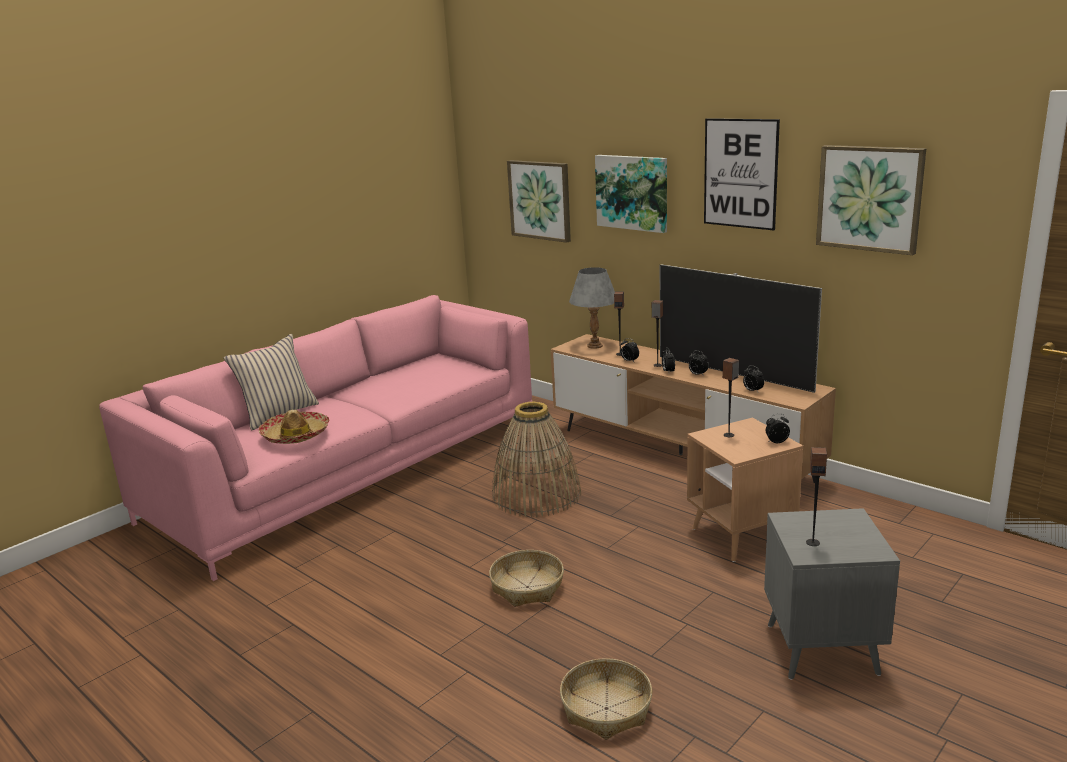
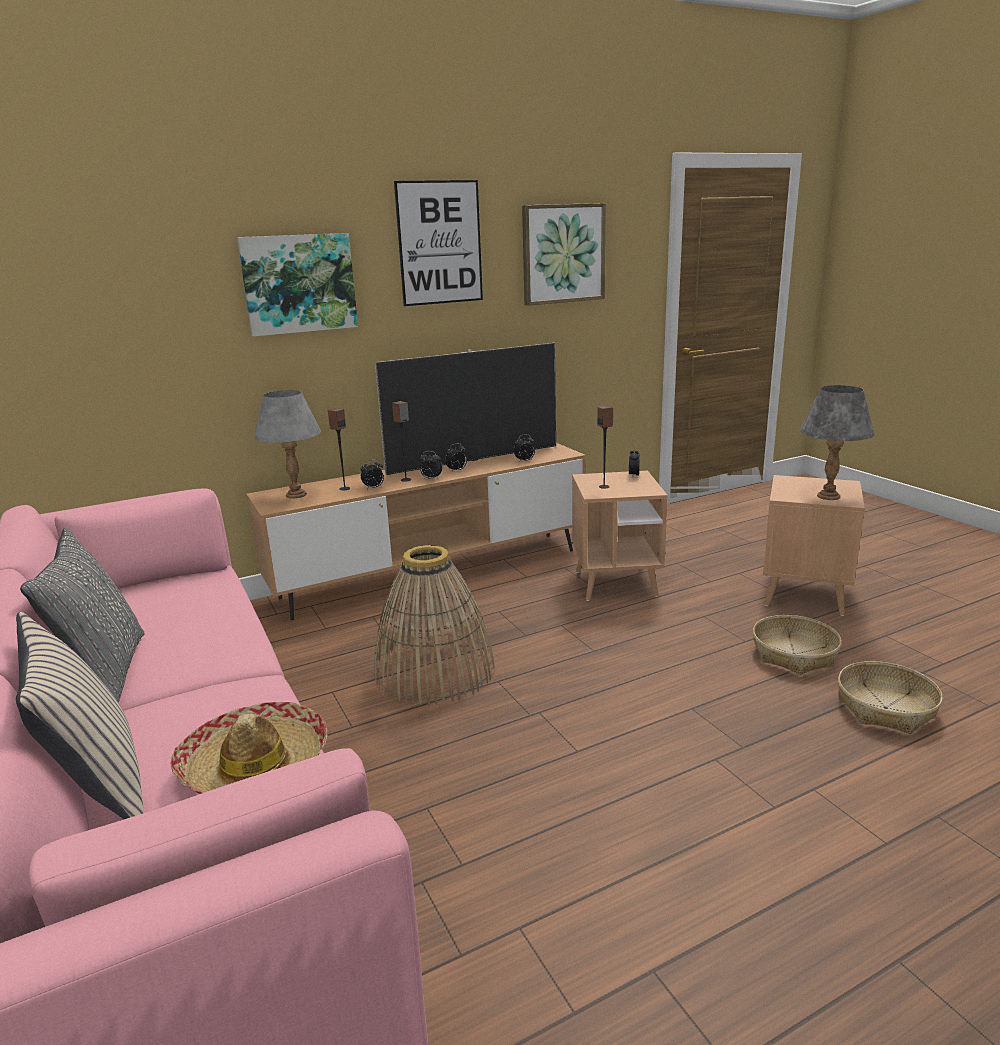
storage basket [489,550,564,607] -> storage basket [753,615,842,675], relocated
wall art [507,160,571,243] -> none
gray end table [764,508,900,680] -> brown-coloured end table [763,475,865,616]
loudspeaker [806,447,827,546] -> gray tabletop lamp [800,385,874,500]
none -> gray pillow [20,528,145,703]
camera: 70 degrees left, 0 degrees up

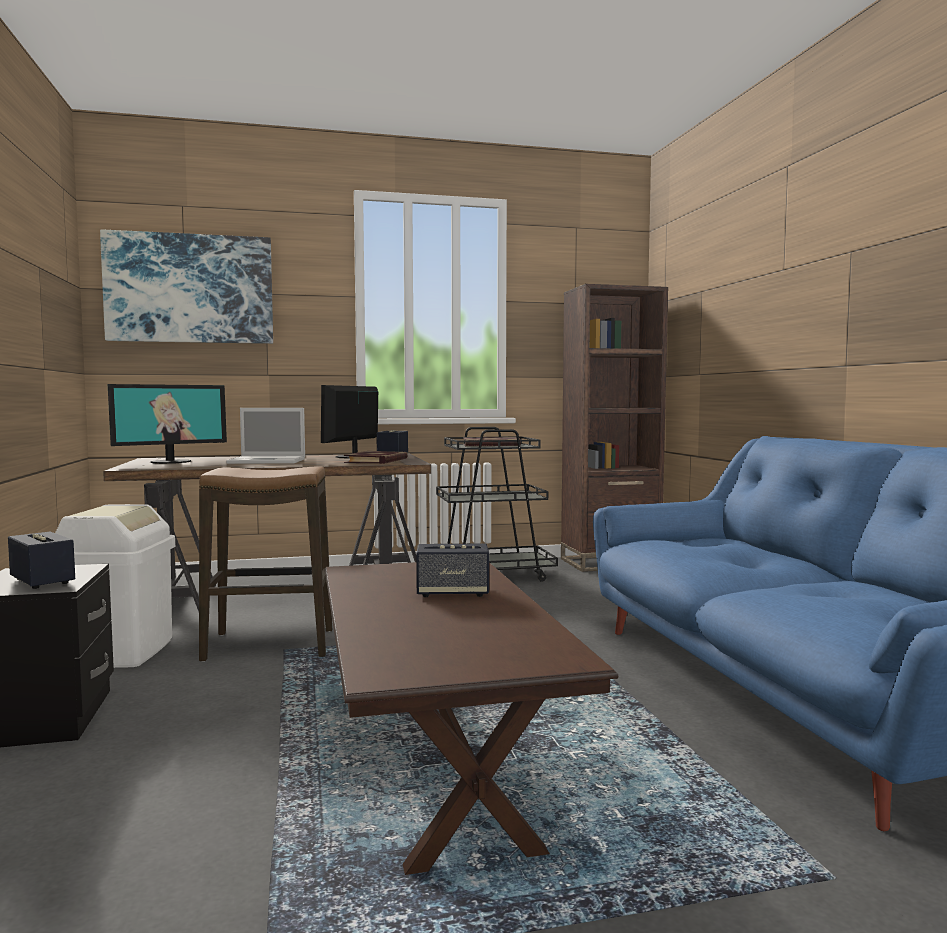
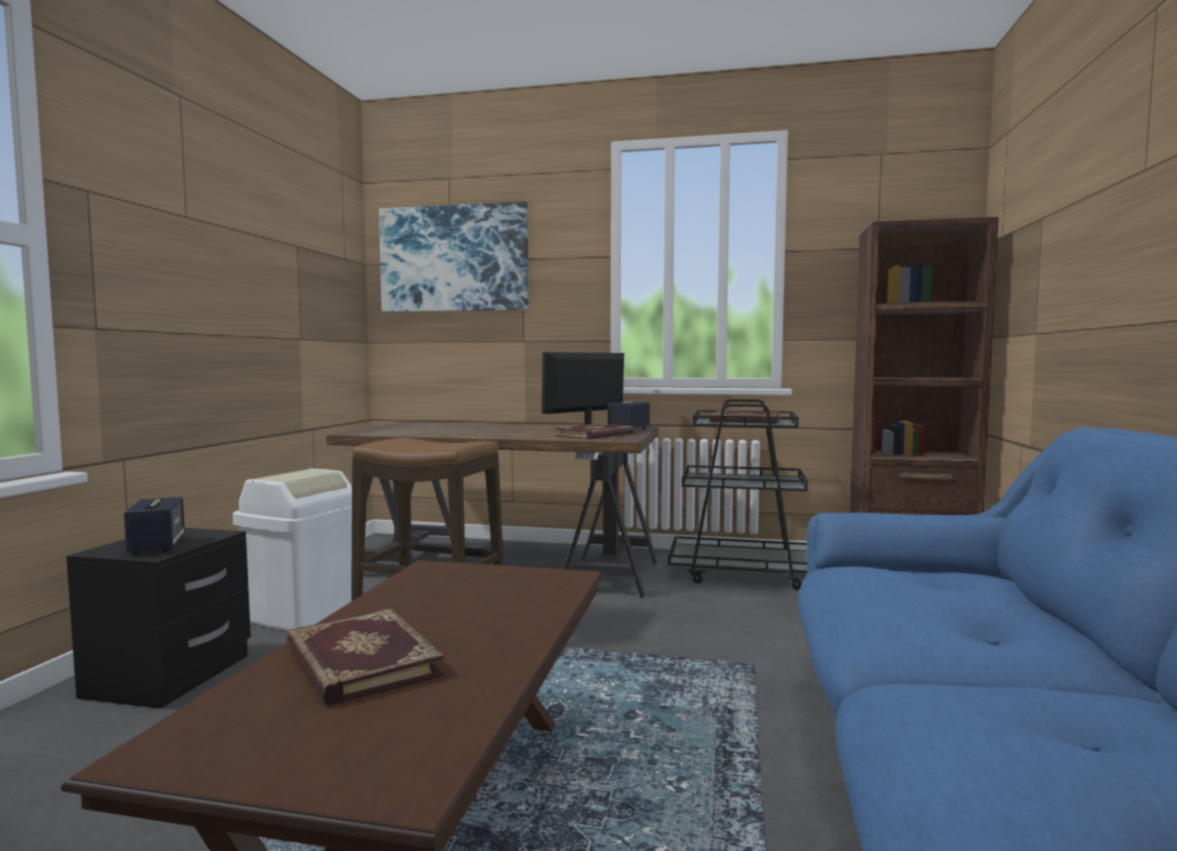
computer screen [108,384,227,464] -> none
notebook computer [226,408,305,464] -> none
loudspeaker [416,543,489,597] -> none
none -> bound book [286,608,444,706]
camera: 25 degrees right, 0 degrees up

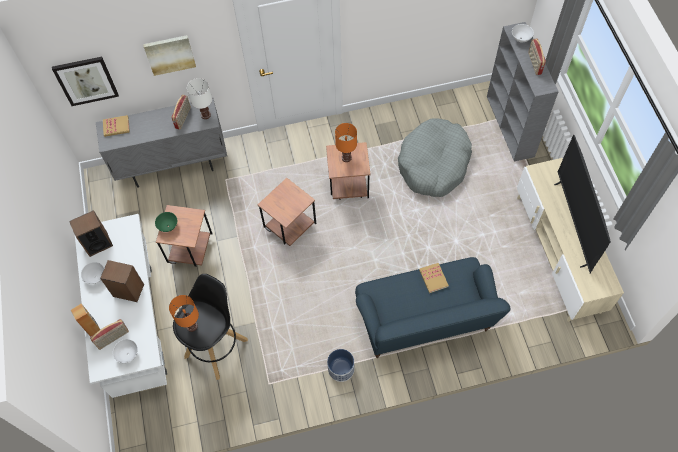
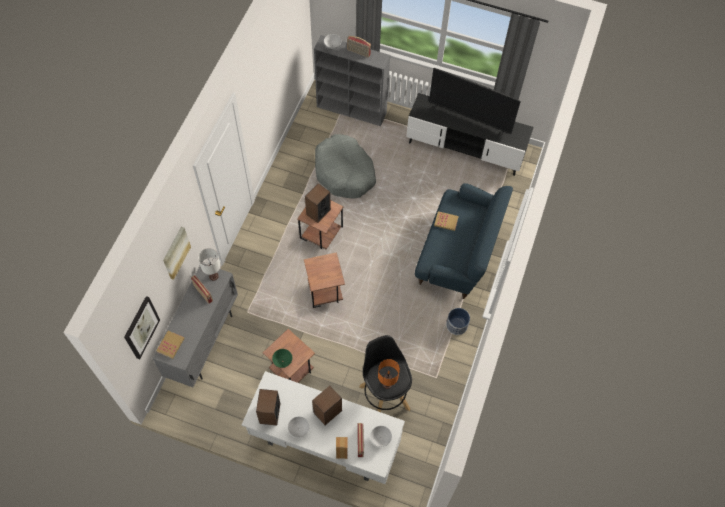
orange-coloured tabletop lamp [335,123,357,162] -> loudspeaker [305,183,331,223]
sand-coloured tv stand [517,158,624,322] -> black-coloured tv stand [406,93,534,176]
camera: 60 degrees left, 0 degrees up

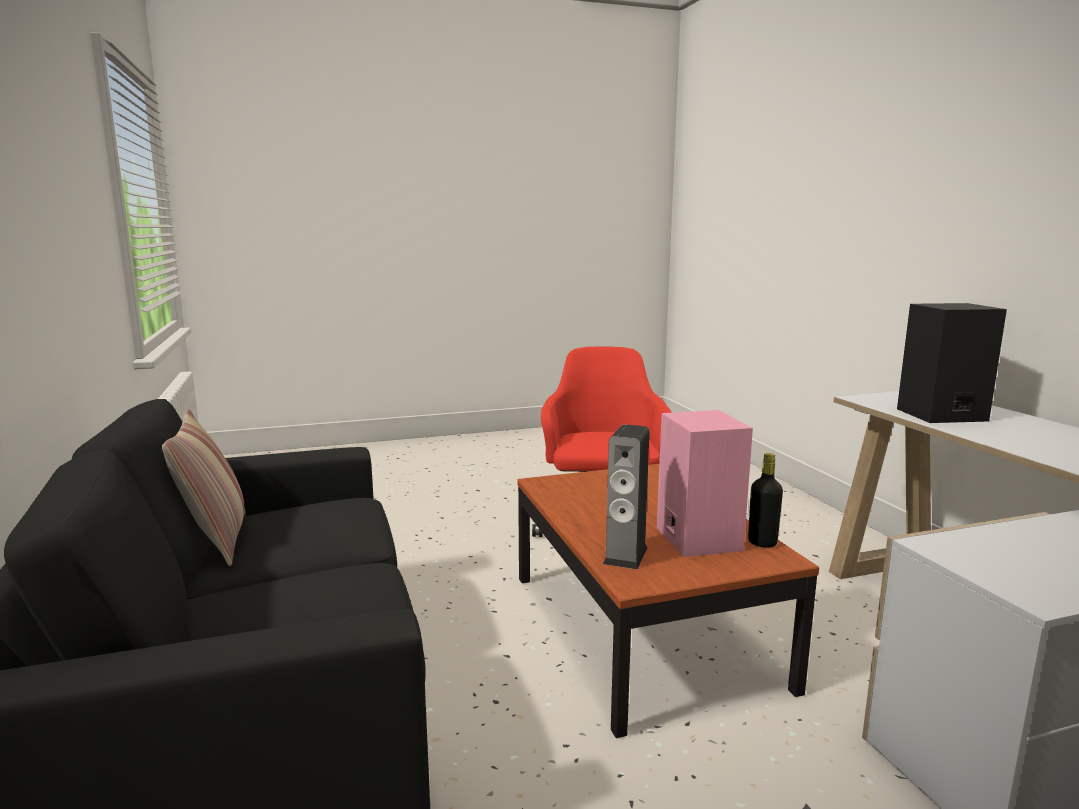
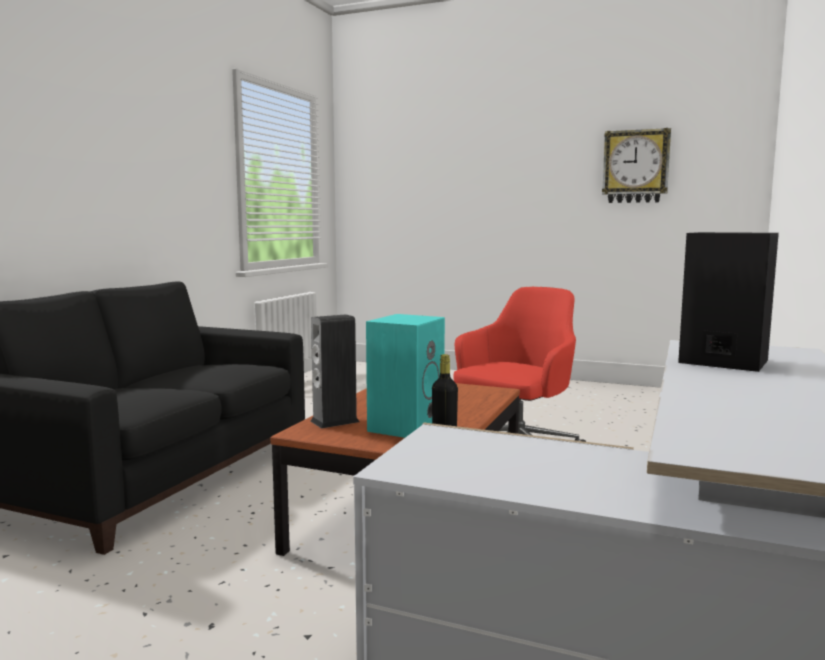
pillow [162,409,246,566] -> none
pink loudspeaker [657,410,753,557] -> blue-green loudspeaker [366,314,445,438]
none -> wall clock [602,128,671,203]
camera: 40 degrees right, 5 degrees down

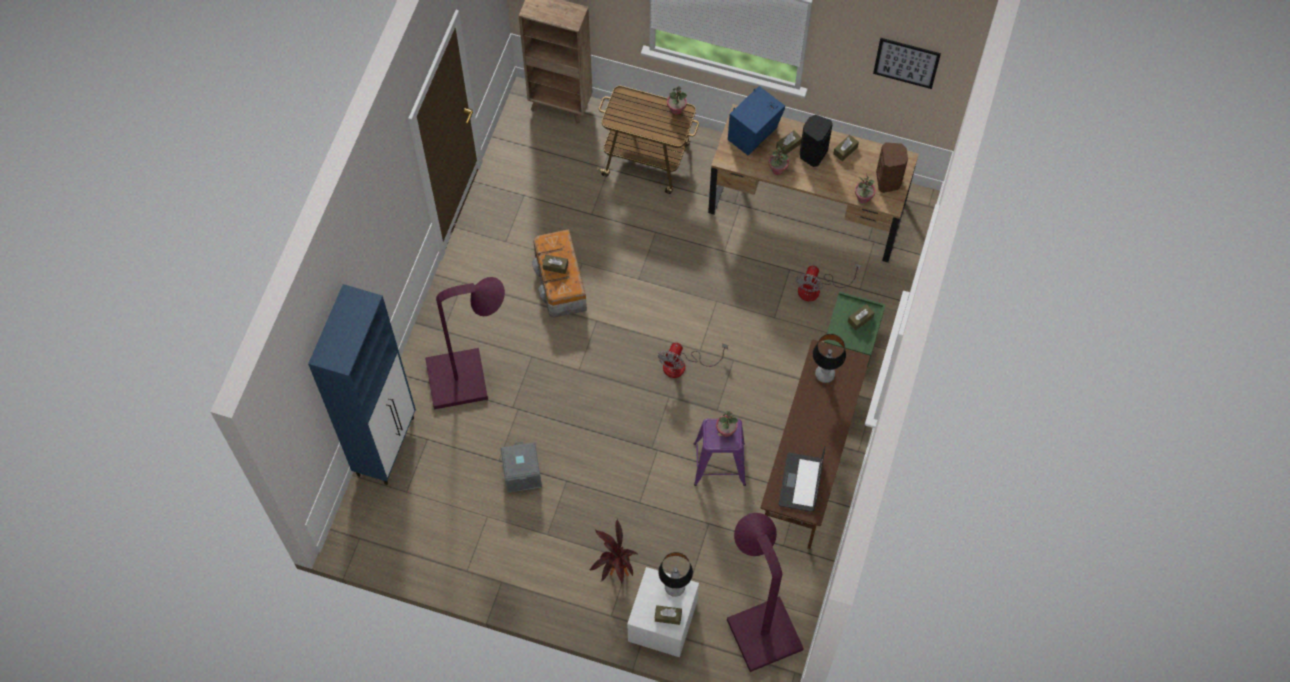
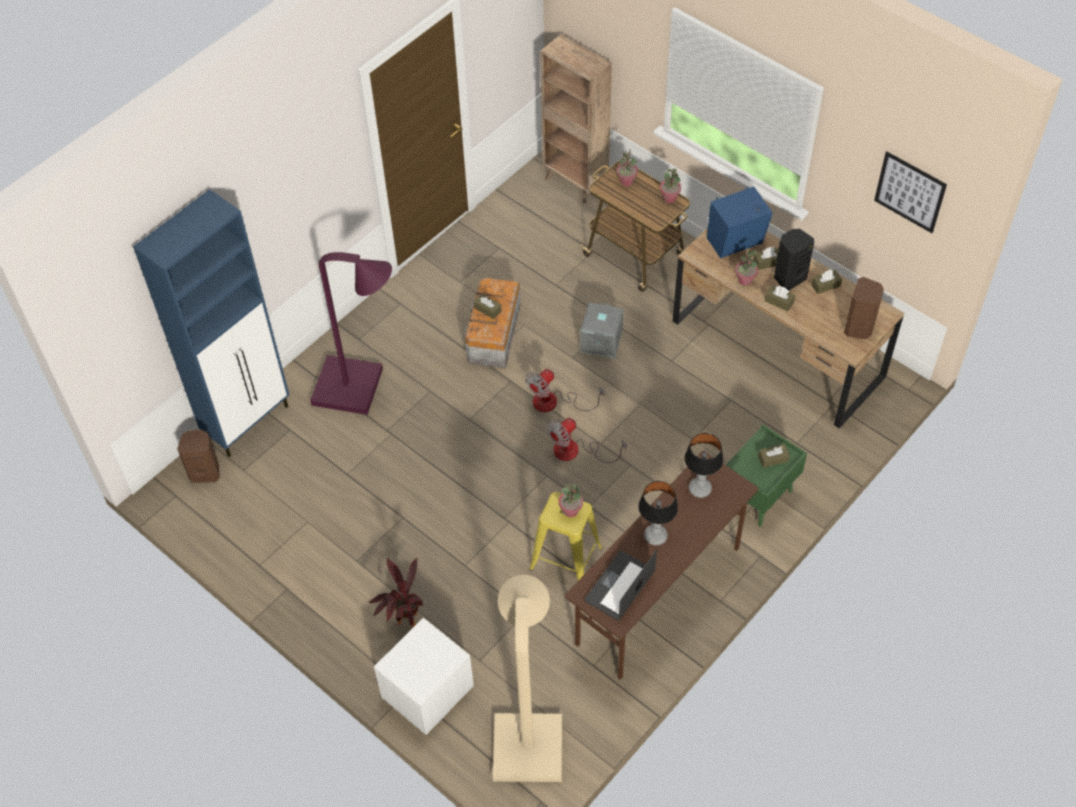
gray storage box [500,442,542,493] -> gray storage box [580,302,624,358], relocated
brown-coloured tissue holder [655,605,682,625] -> brown-coloured tissue holder [765,285,795,311], relocated
tabletop lamp [658,552,693,597] -> tabletop lamp [638,481,678,546], relocated
purple-coloured sitting stool [693,418,746,486] -> yellow-coloured sitting stool [529,492,603,580]
purple-coloured standing lamp [727,513,804,672] -> sand-coloured standing lamp [493,575,562,782]
electric fan [795,263,861,301] -> electric fan [525,369,605,412], relocated
houseplant [855,173,875,204] -> houseplant [617,149,638,186], relocated
none -> brown-coloured loudspeaker [177,430,220,483]
camera: 25 degrees right, 10 degrees down

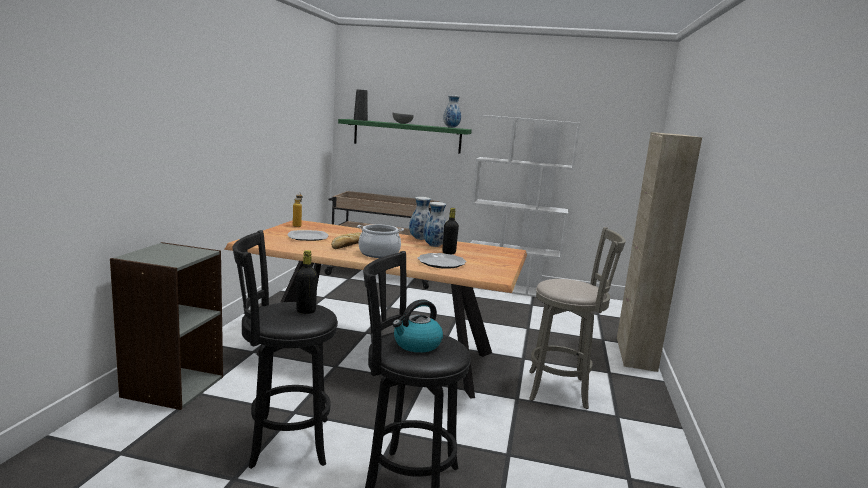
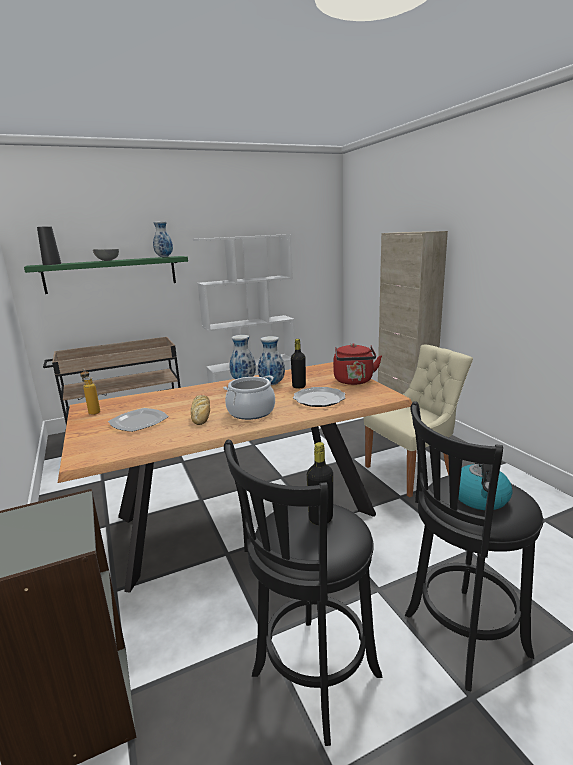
gray sitting stool [529,227,626,409] -> sand-coloured chair [364,344,473,497]
none -> red-coloured tea kettle [334,343,382,385]
camera: 35 degrees left, 5 degrees up

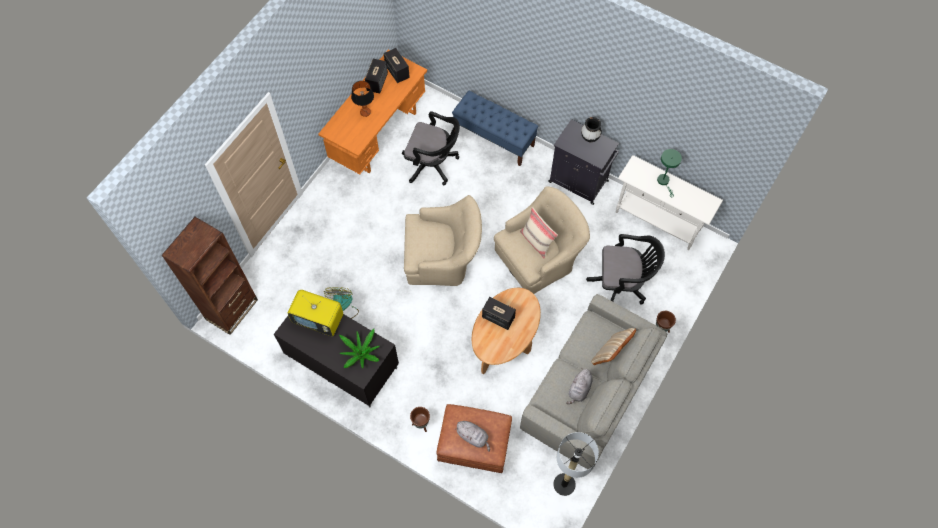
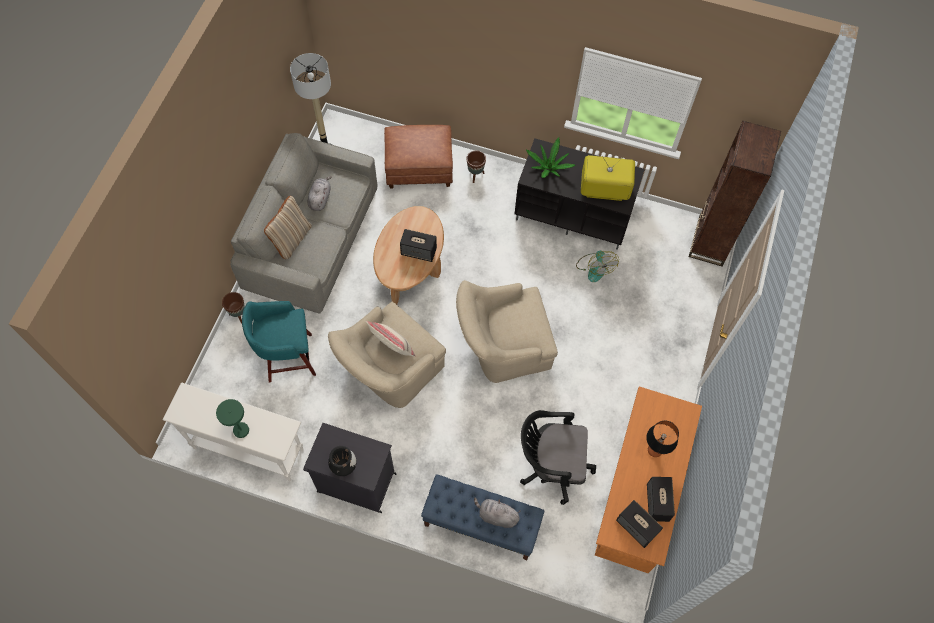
gray cuddly toy [455,421,490,452] -> gray cuddly toy [474,497,520,528], relocated
black-coloured desk chair [586,234,665,304] -> blue-green sitting stool [242,301,316,382]
camera: 165 degrees right, 0 degrees up

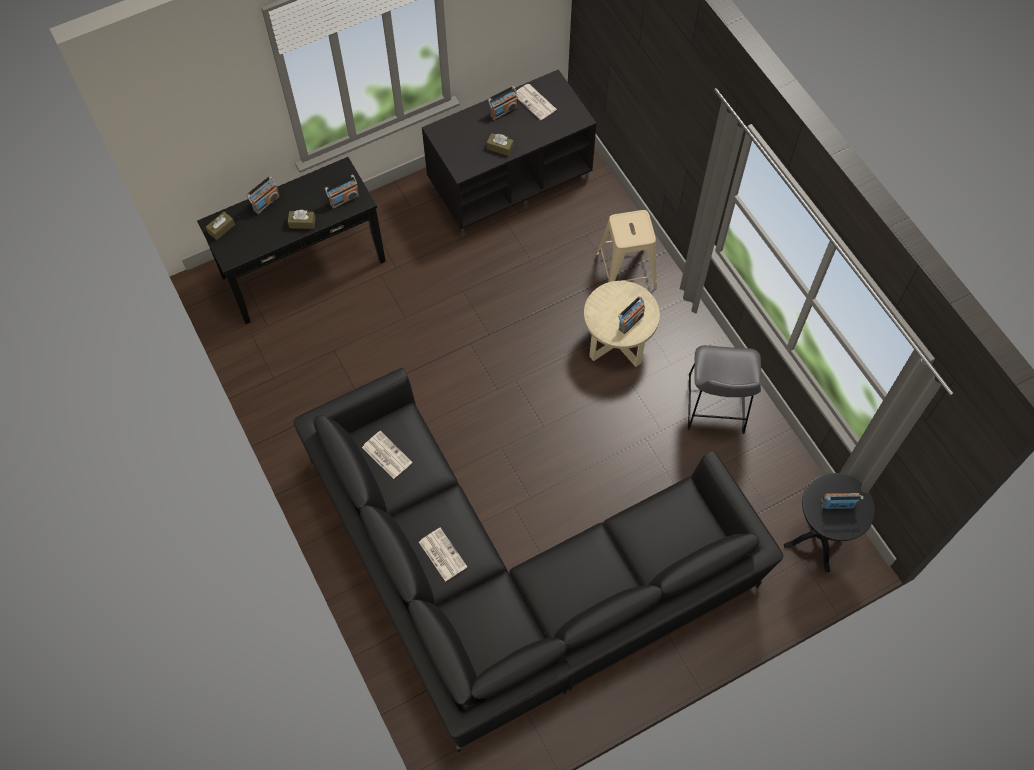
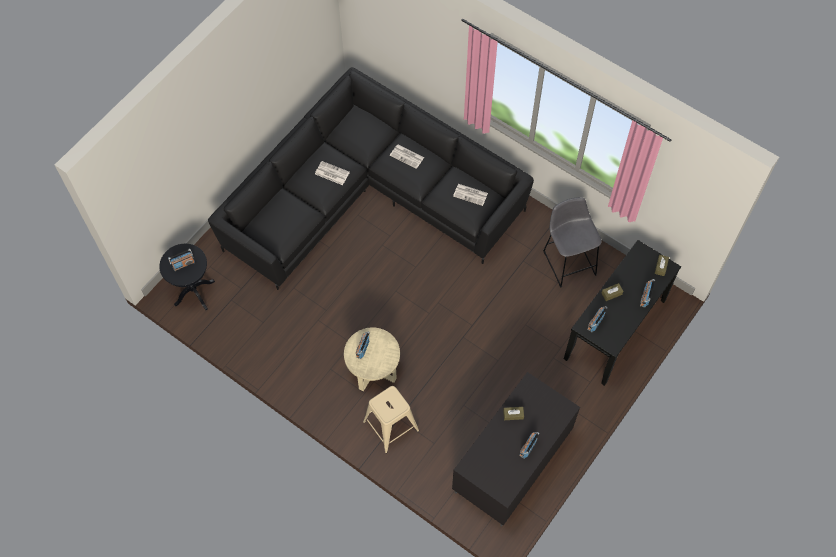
printed paper [516,84,557,120] -> printed paper [315,161,350,185], relocated
gray sitting stool [688,345,761,434] -> gray sitting stool [543,197,602,288], relocated
camera: 155 degrees right, 0 degrees up

